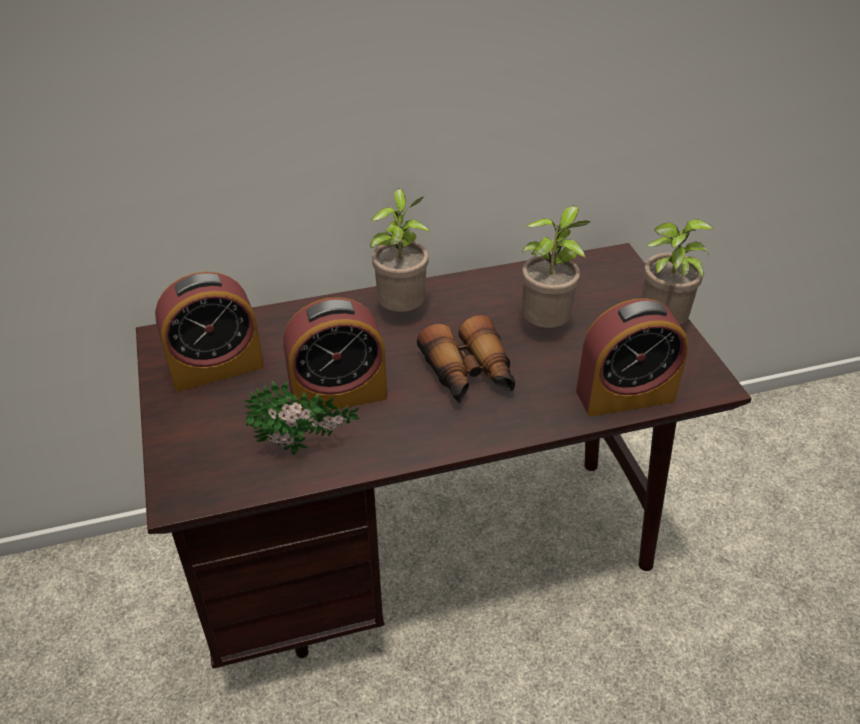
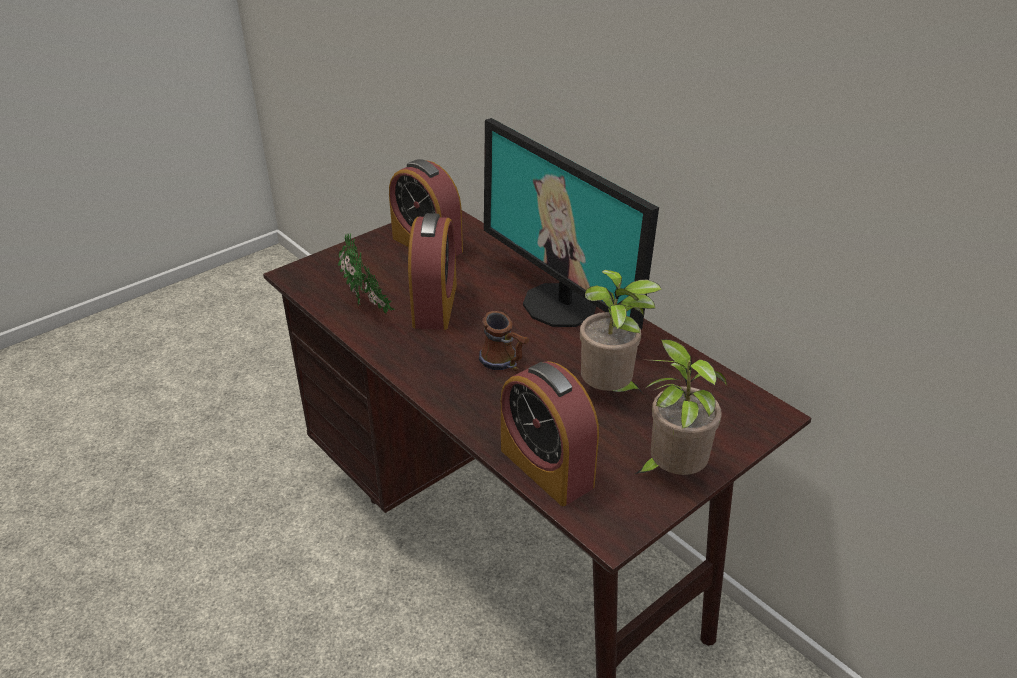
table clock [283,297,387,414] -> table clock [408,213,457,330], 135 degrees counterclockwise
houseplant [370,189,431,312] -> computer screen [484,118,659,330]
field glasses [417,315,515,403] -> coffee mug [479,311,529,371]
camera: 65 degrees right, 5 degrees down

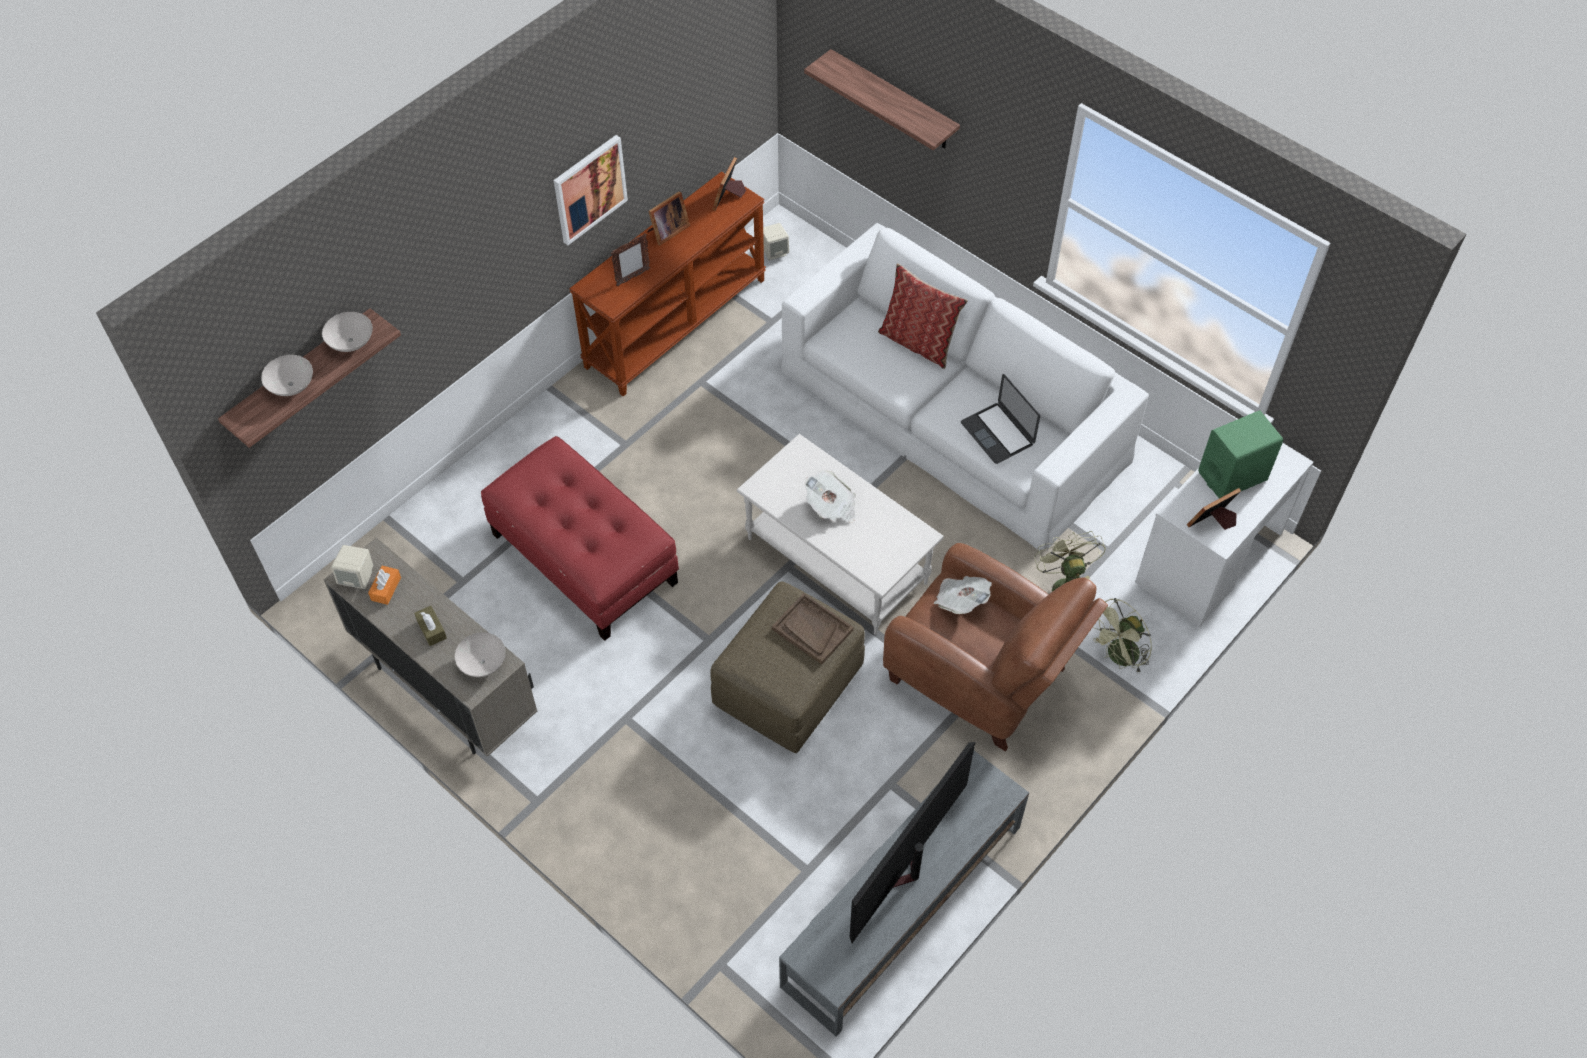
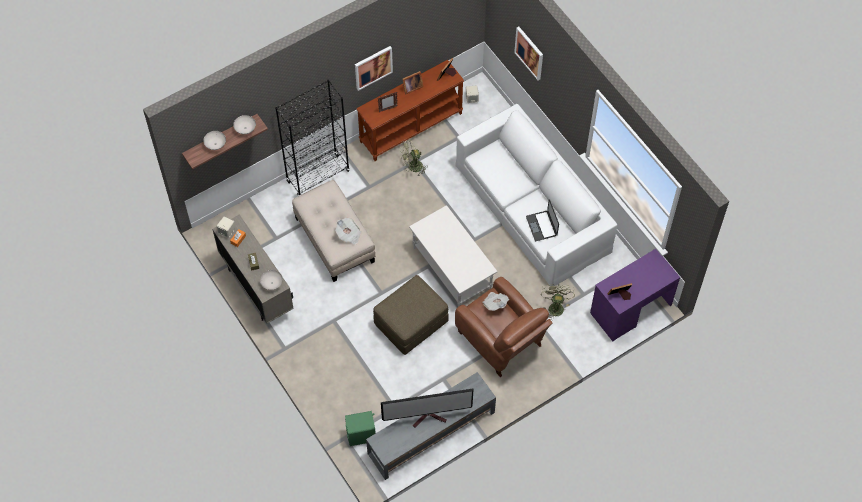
red-coloured ottoman [481,436,679,641] -> sand-coloured ottoman [292,180,375,282]
brown-coloured tray [772,593,854,664] -> none
bracket shelf [804,49,960,150] -> wall art [514,27,543,80]
printed paper [805,470,856,523] -> printed paper [335,218,362,245], relocated
TV [850,742,975,943] -> TV [381,388,474,428], 150 degrees counterclockwise
pillow [878,263,968,369] -> none
greenish electric fan [1093,598,1152,674] -> greenish electric fan [400,139,428,176], relocated
whitish desk unit [1135,443,1313,627] -> purple-coloured desk unit [590,249,680,341]
greenish loudspeaker [1198,410,1283,499] -> greenish loudspeaker [345,411,376,446], relocated
none -> black-coloured bookshelf [275,80,350,196]
camera: 15 degrees right, 5 degrees up

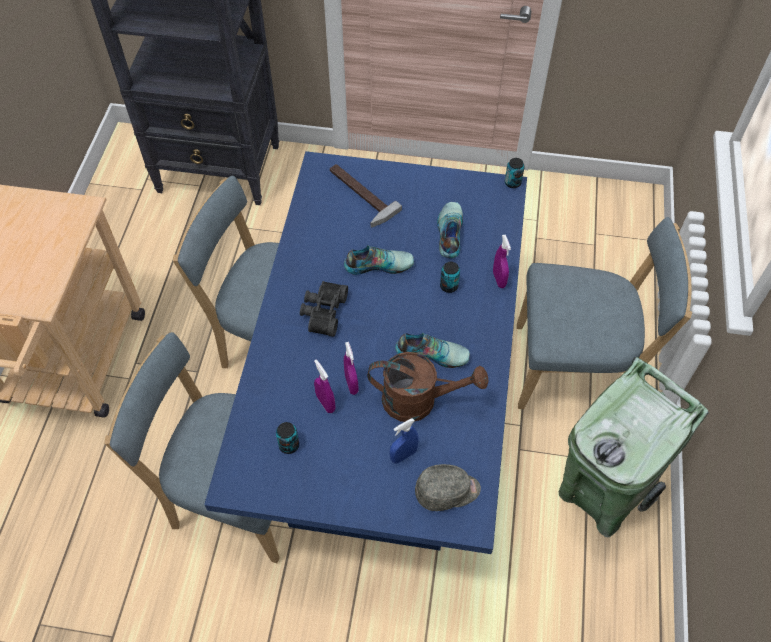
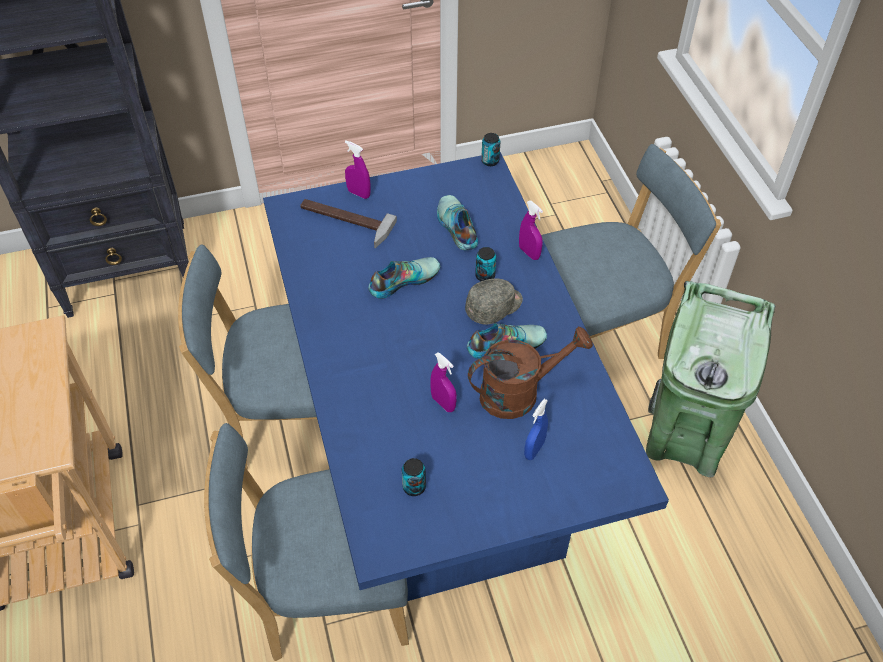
black-coloured field glasses [300,281,348,337] -> none
purple-coloured spray bottle [314,359,335,413] -> purple-coloured spray bottle [345,141,371,199], relocated
gray peaked cap [415,464,481,511] -> gray peaked cap [465,279,523,325], relocated
camera: 25 degrees left, 5 degrees down

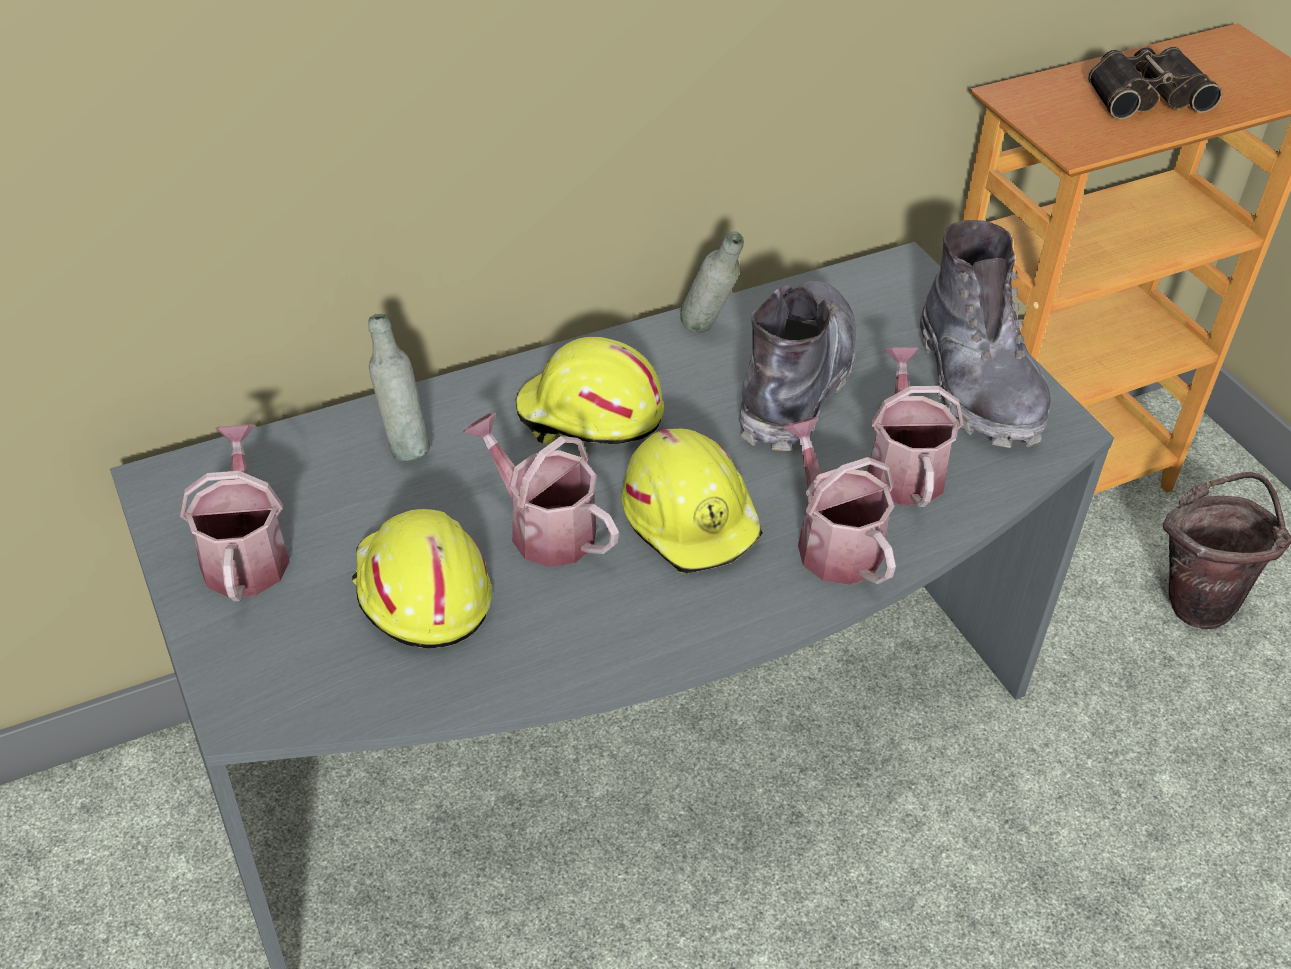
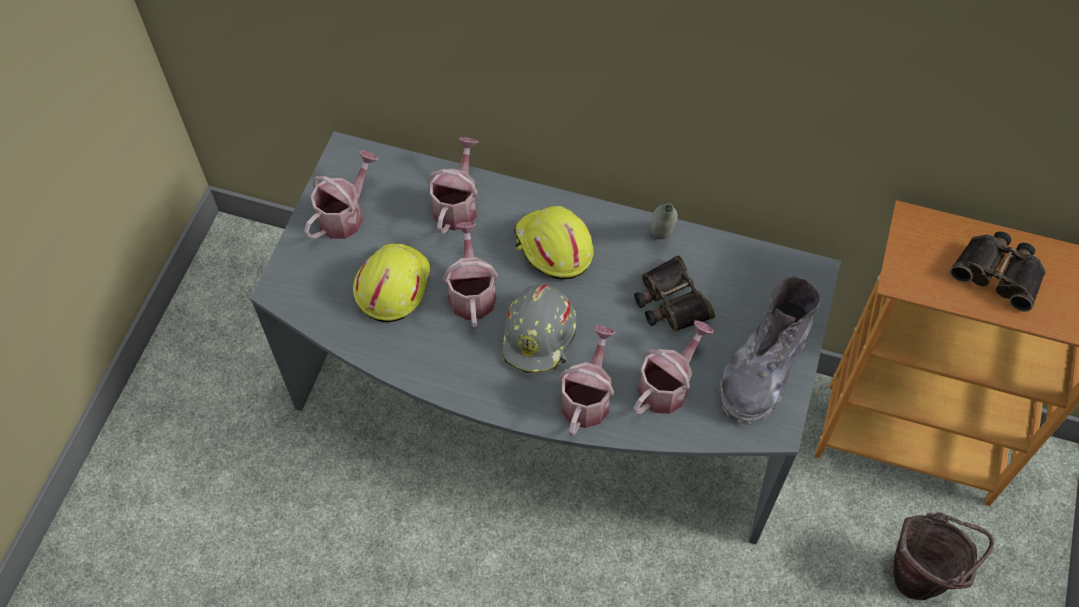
gray bottle [368,314,430,461] -> sprinkling can [427,137,478,234]
yellow-coloured hard hat [621,429,763,574] -> gray hard hat [503,284,577,373]
gray boot [739,281,857,451] -> field glasses [634,255,715,332]
camera: 45 degrees right, 15 degrees up

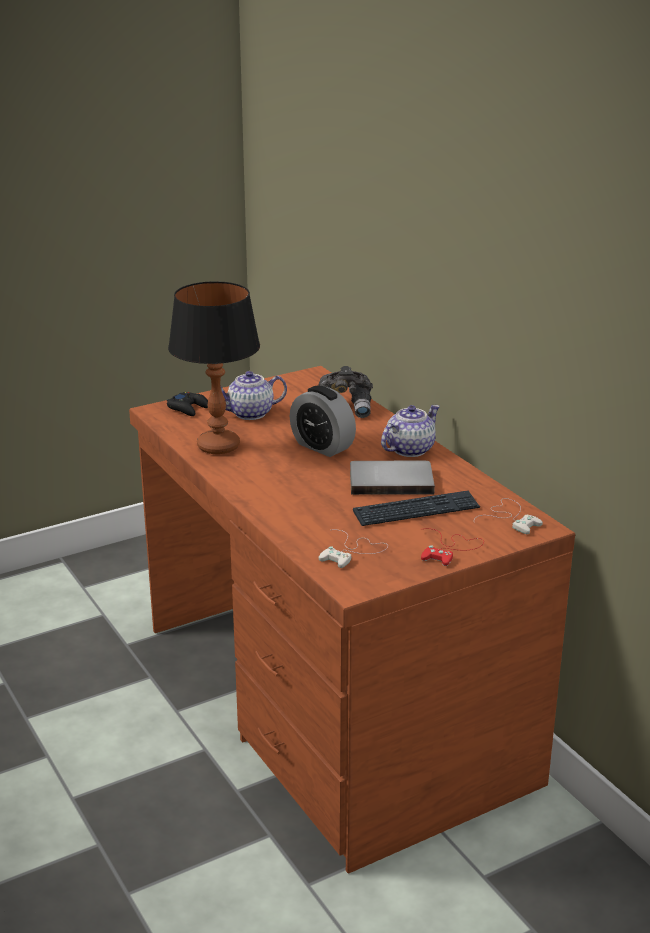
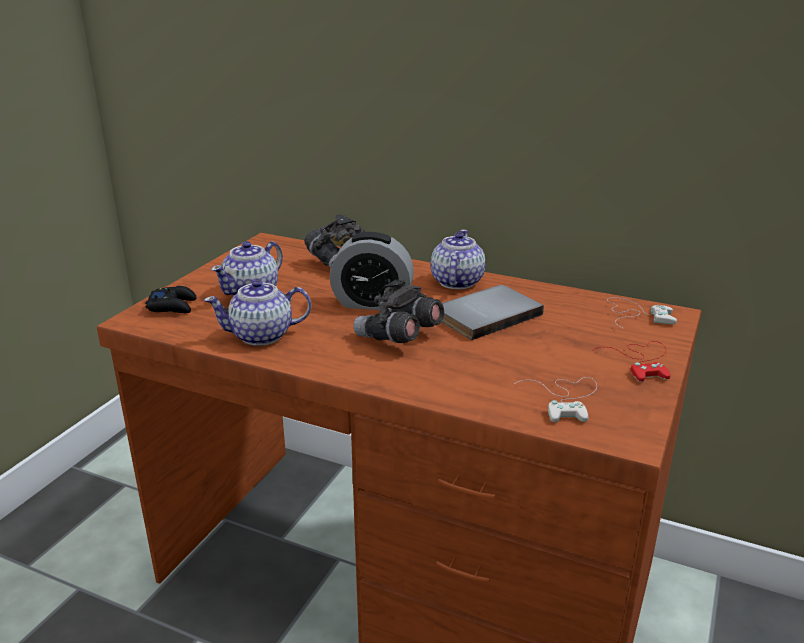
tabletop lamp [168,281,260,454] -> pot for tea [204,279,312,346]
computer keyboard [353,490,480,526] -> none
none -> gray field glasses [354,280,444,343]
camera: 35 degrees left, 0 degrees up

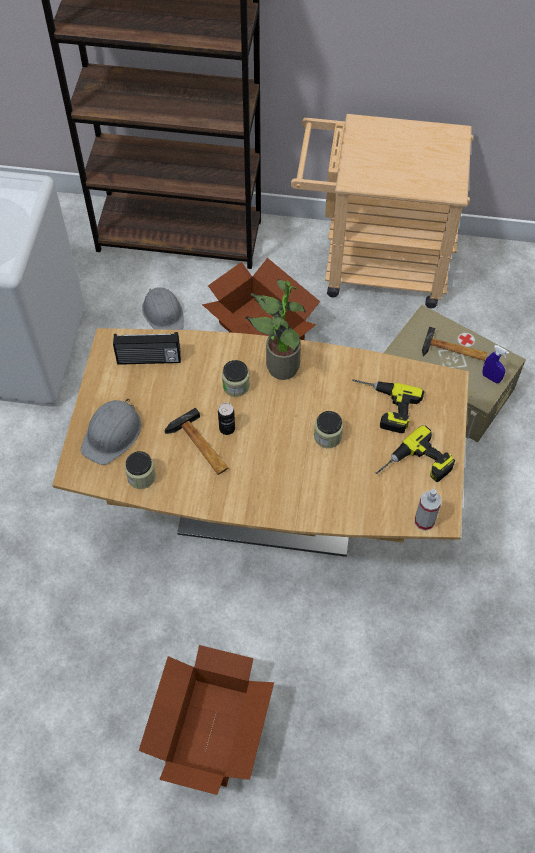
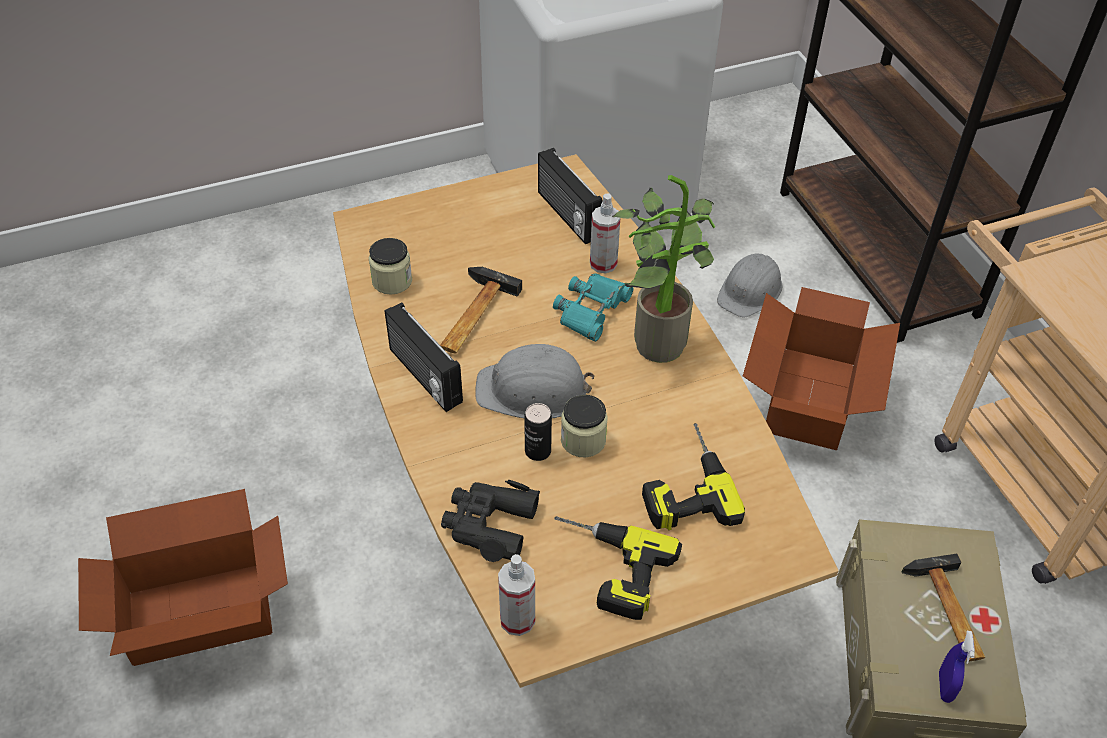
gray hard hat [81,399,141,465] -> gray hard hat [475,344,595,418], relocated
metal can [218,403,235,435] -> metal can [524,403,552,461], relocated
jar [222,360,250,397] -> blue-green field glasses [553,274,633,342]
none -> radio set [385,302,463,412]
none -> black-coloured field glasses [441,480,540,562]
none -> spray bottle [590,193,620,273]
camera: 60 degrees right, 10 degrees down

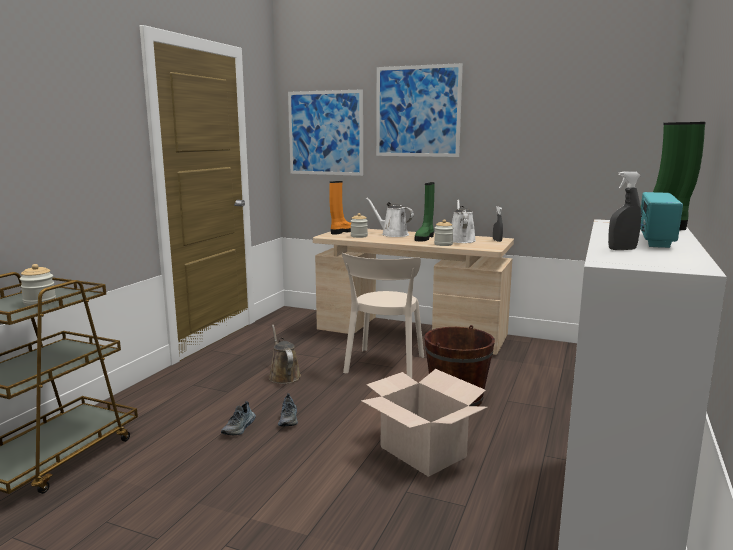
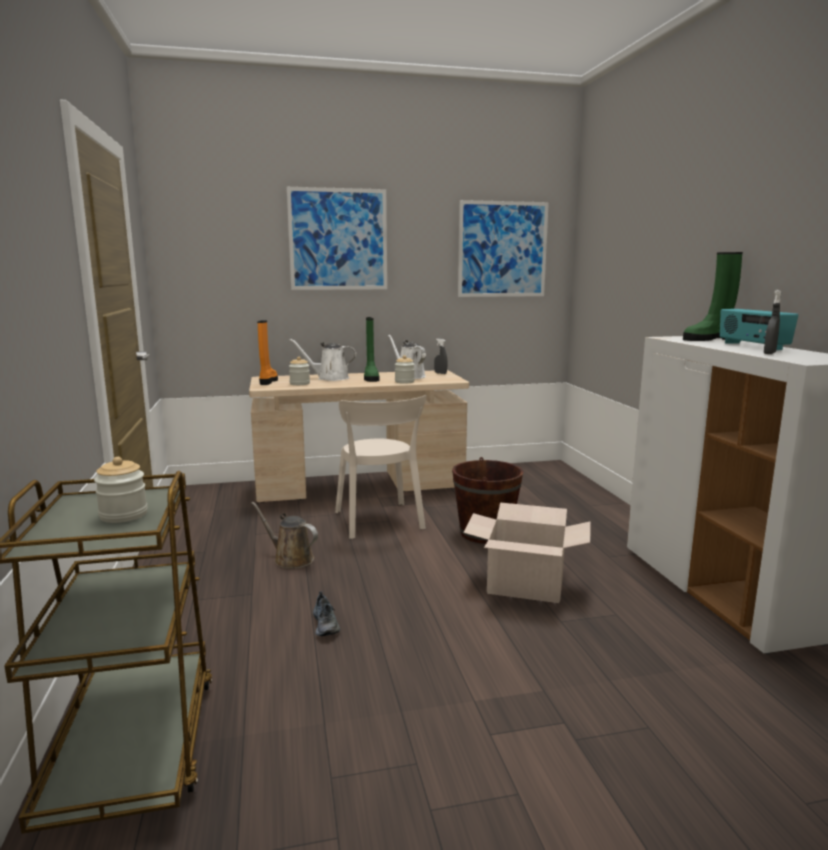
low shoe [278,393,298,426] -> none
wall art [288,89,363,176] -> wall art [458,200,549,297], relocated
camera: 35 degrees left, 0 degrees up

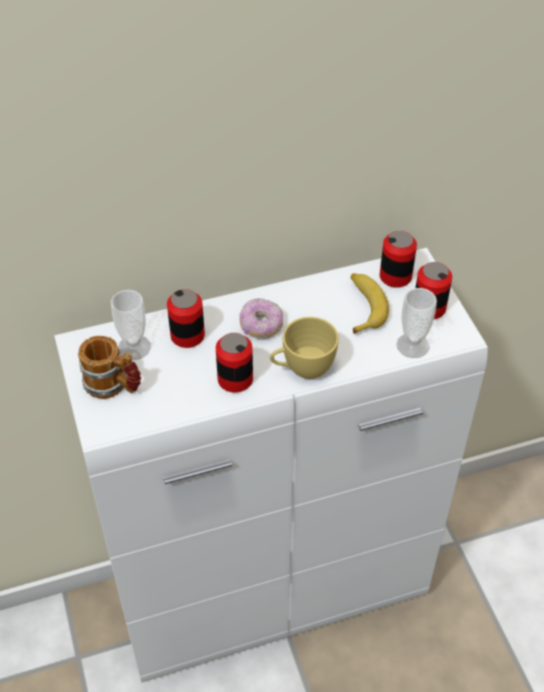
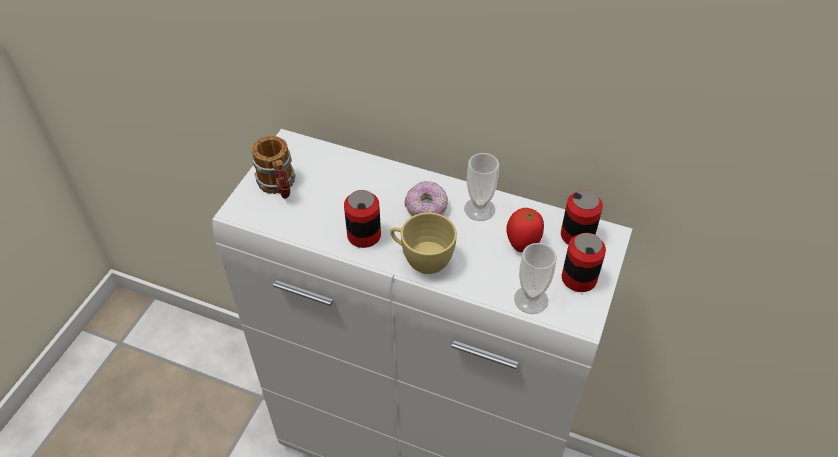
small cup [111,290,151,360] -> small cup [464,153,499,221], relocated
metal can [167,289,205,348] -> none
banana [350,273,389,334] -> fresh tomato [506,208,544,252]
camera: 40 degrees right, 0 degrees up

